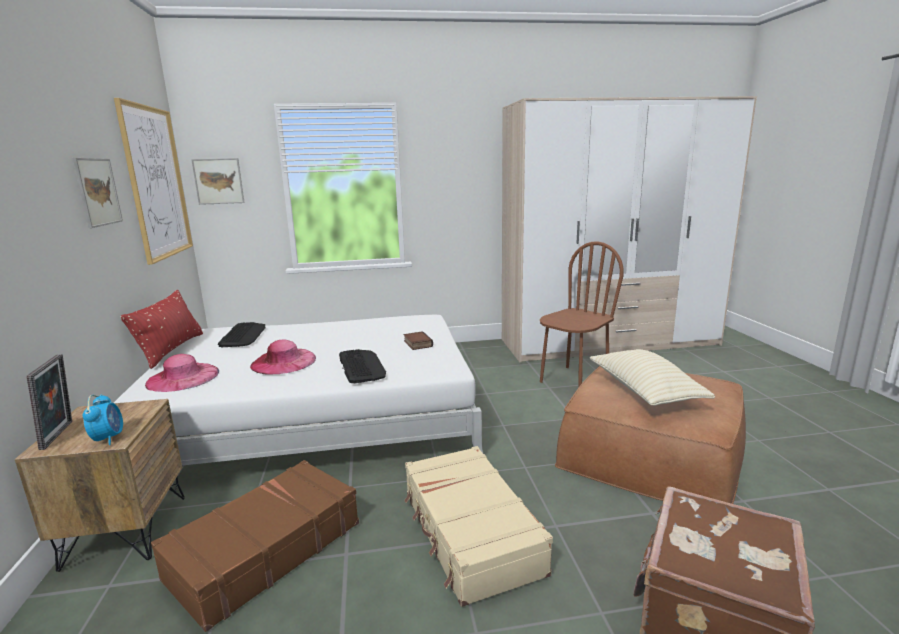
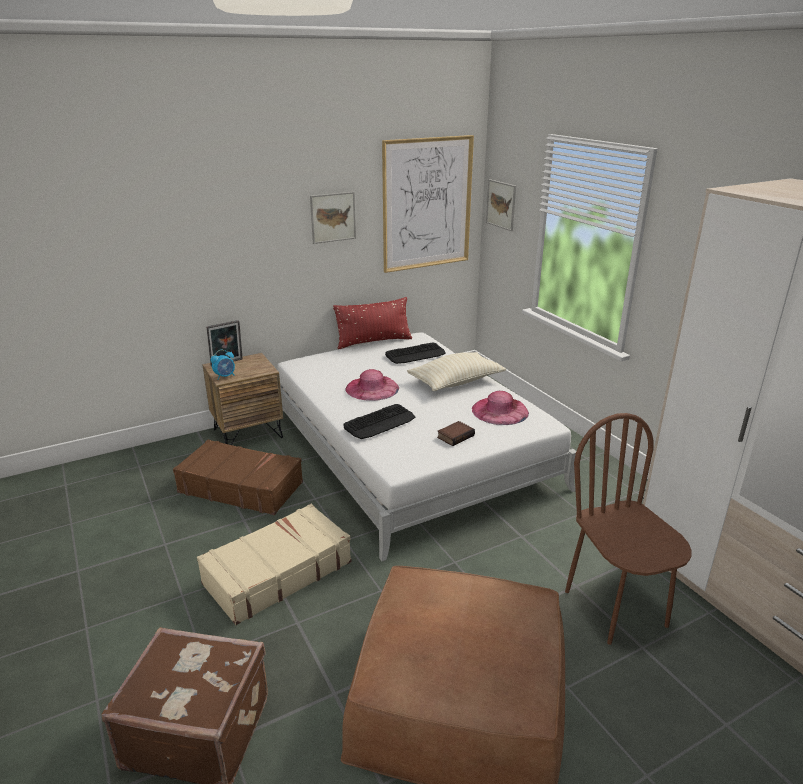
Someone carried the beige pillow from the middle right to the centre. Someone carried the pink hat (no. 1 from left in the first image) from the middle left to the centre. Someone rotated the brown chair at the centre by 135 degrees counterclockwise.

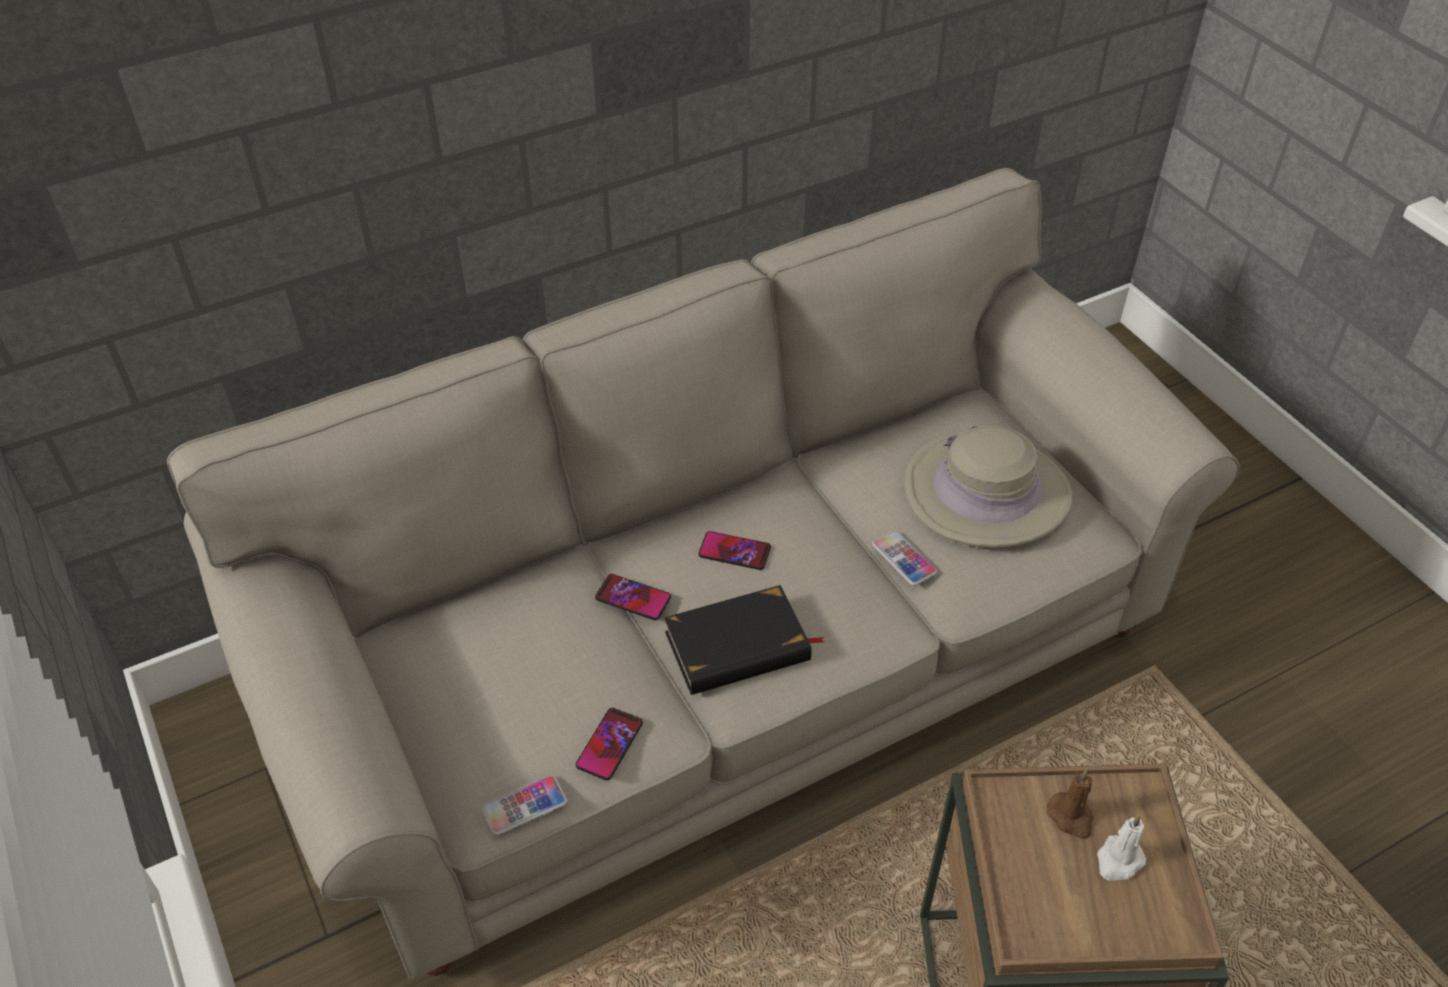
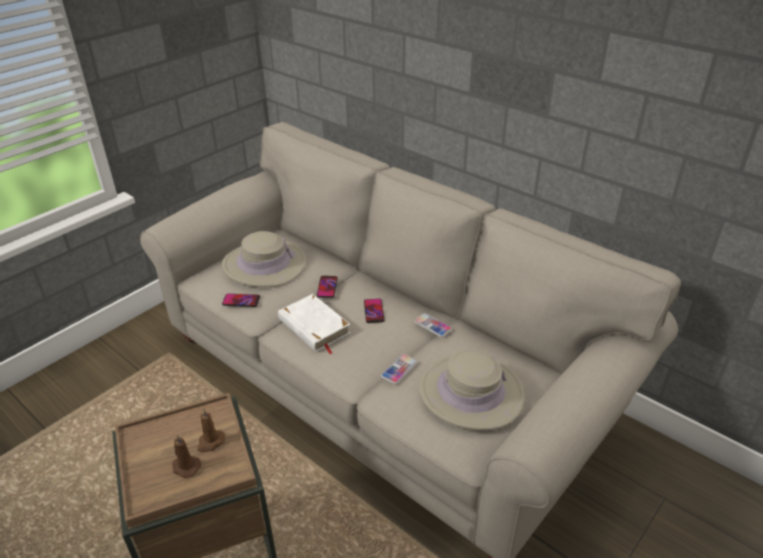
Someone repainted the white candle at the bottom right, which became the brown candle (no. 1 from left) at the bottom left. Someone put down the beige hat (no. 1 from left) at the centre. Someone repainted the black book at the centre, which became the white book at the centre. Someone carried the phone (no. 1 from left in the first image) from the bottom centre to the centre.

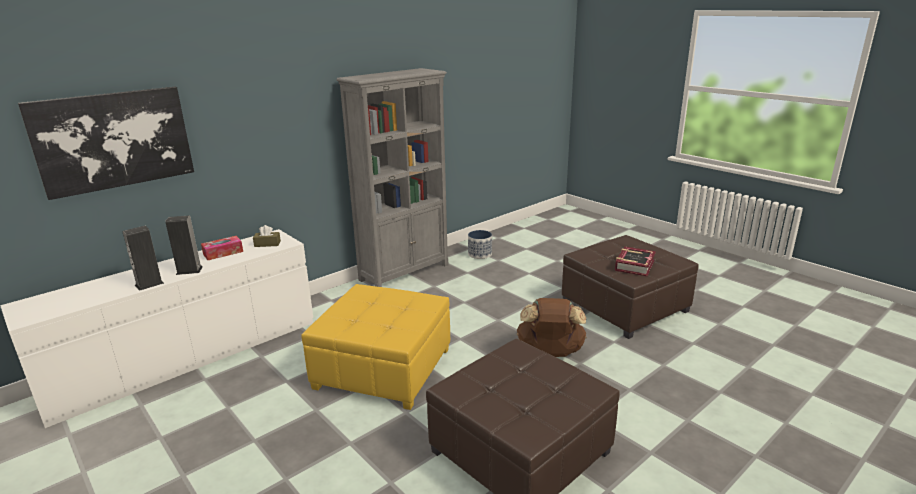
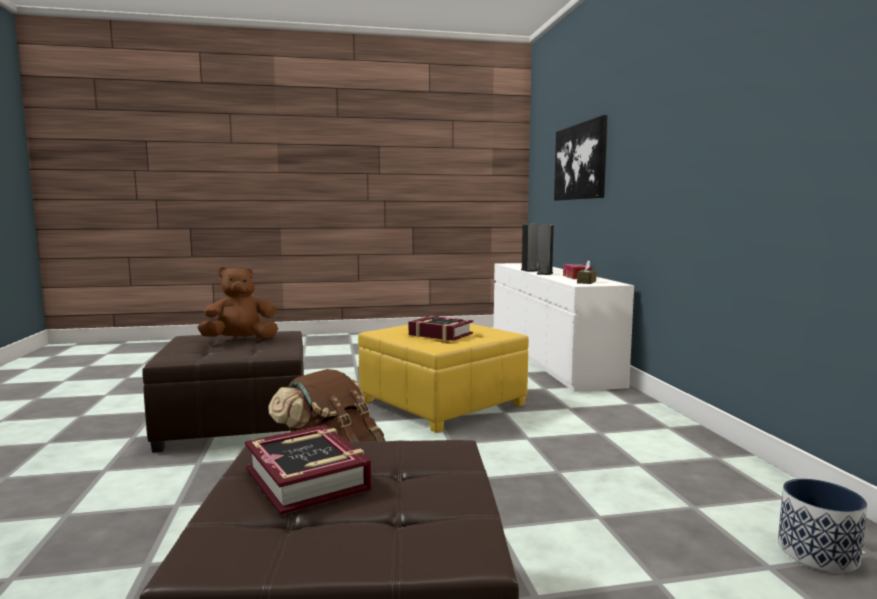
Someone put down the brown plush toy at the middle left. Someone put down the book (no. 2 from left) at the centre. Someone took away the grey bookcase at the centre.

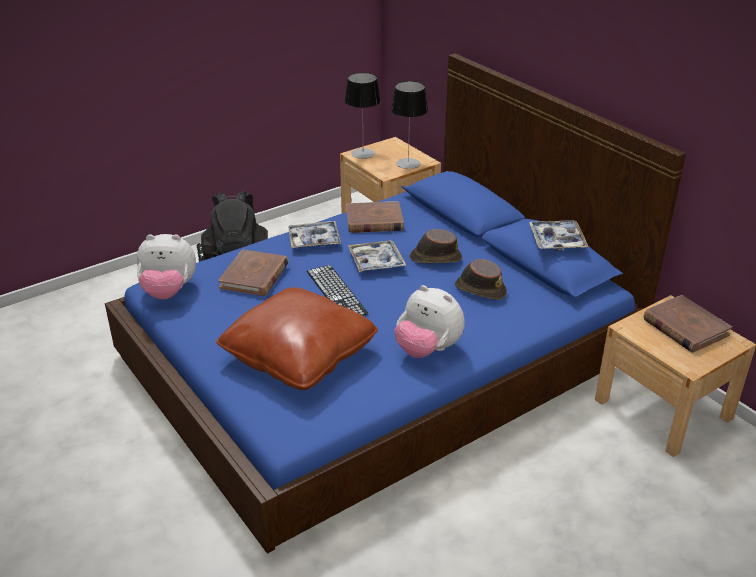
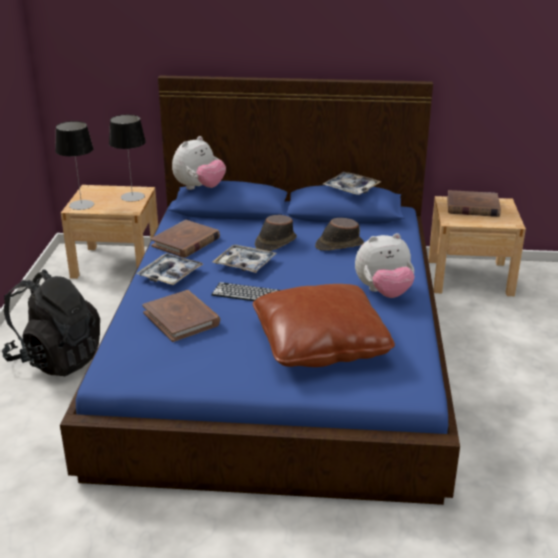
Someone carried the plush toy (no. 1 from left) from the middle left to the top centre.

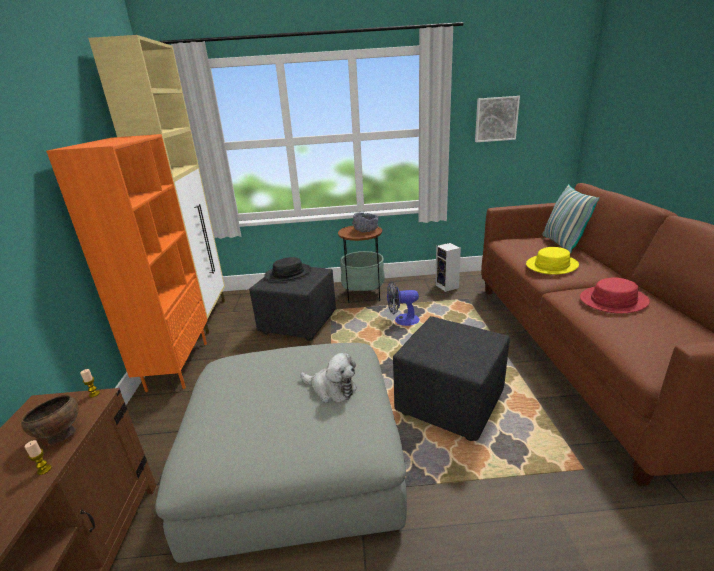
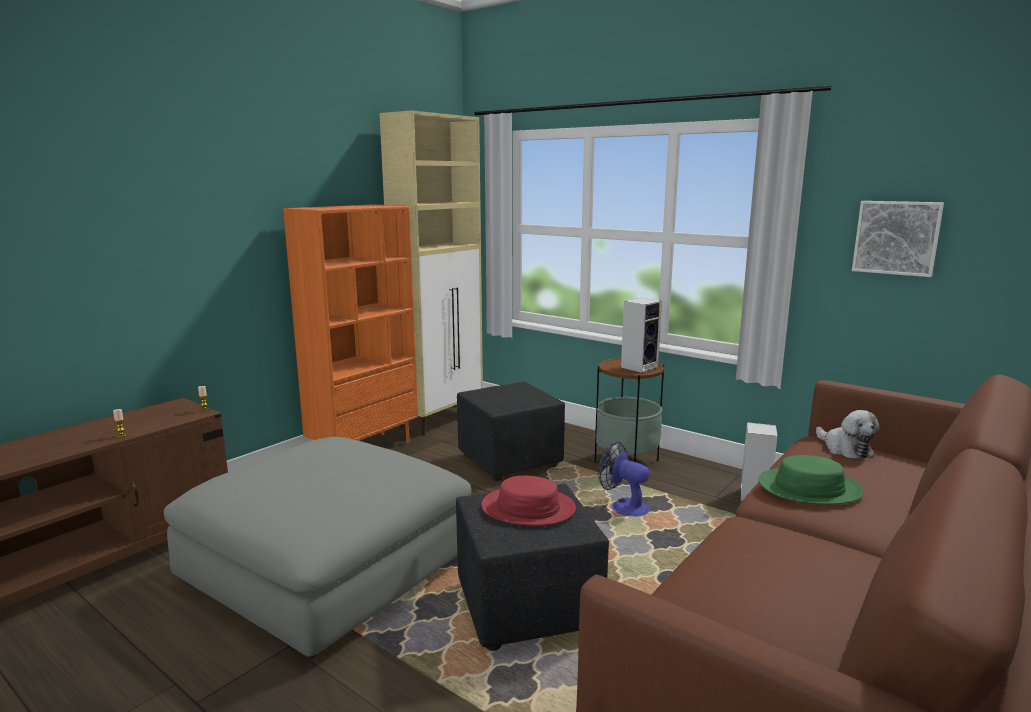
Someone carried the red hat from the middle right to the bottom centre. Someone swapped the grey bowl at the centre for the speaker (no. 1 from left) at the centre. Someone repainted the yellow hat at the middle right, which became the green hat at the bottom right. Someone carried the plush toy from the centre to the middle right. Someone took away the brown bowl at the bottom left. Someone took away the black hat at the centre. Someone took away the pillow at the middle right.

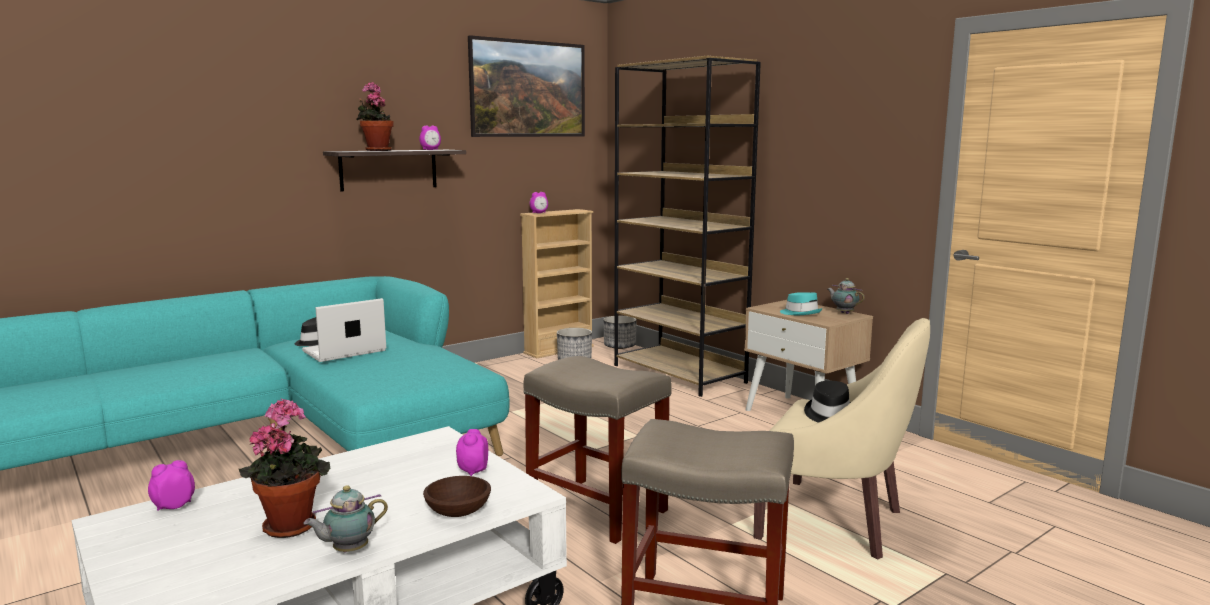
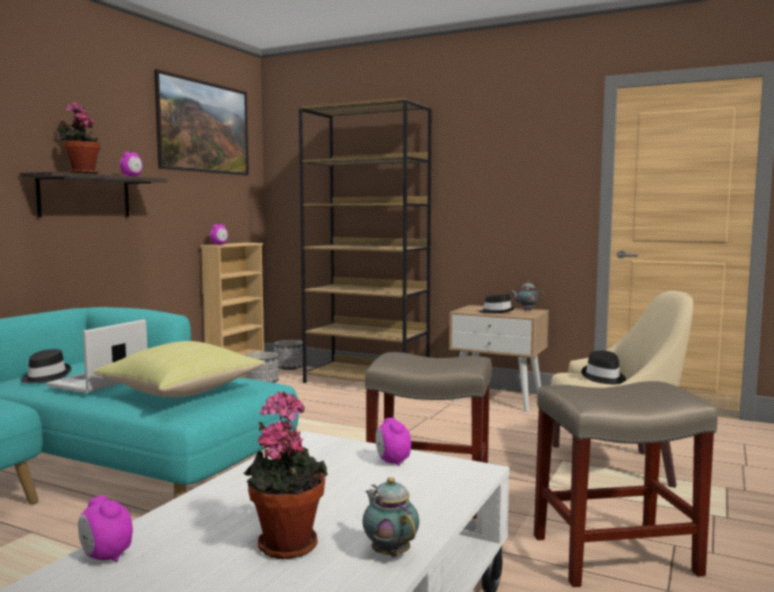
Someone rotated the alarm clock (no. 1 from left) at the bottom left by 75 degrees counterclockwise. Someone put down the yellow pillow at the middle left. Someone rotated the teapot (no. 1 from left) at the bottom left by 120 degrees clockwise. Someone repainted the turquoise hat at the centre, which became the black hat (no. 2 from left) at the centre. Someone took away the brown bowl at the bottom centre.

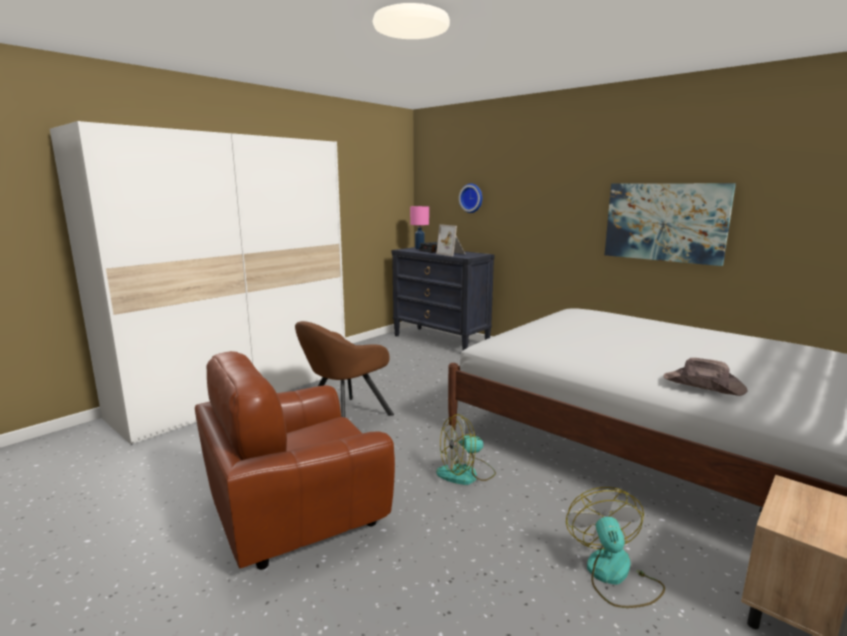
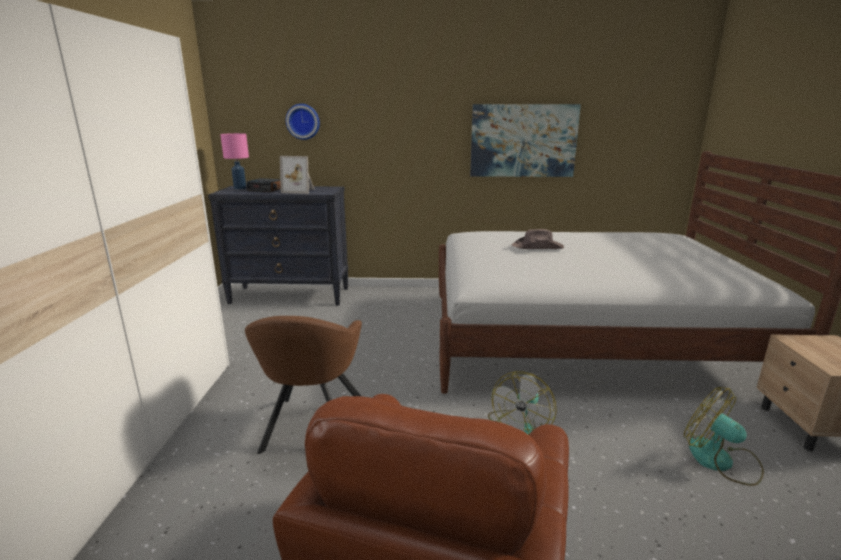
Someone carried the brown hat from the middle right to the centre.

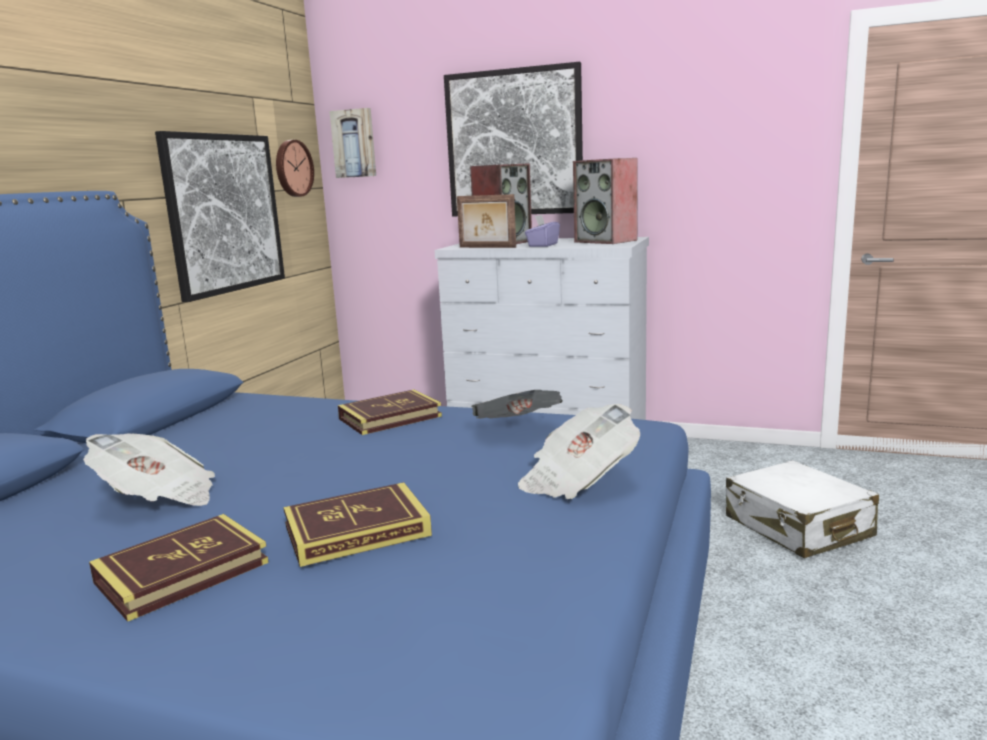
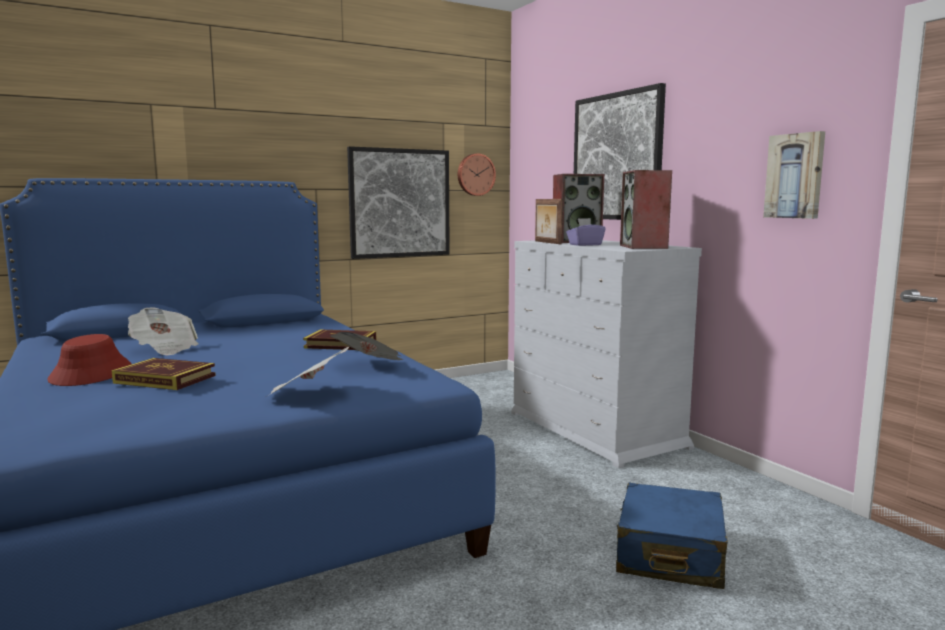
Someone swapped the book (no. 1 from left) at the bottom left for the red hat at the middle left. Someone repainted the white suitcase at the bottom right, which became the blue suitcase at the bottom right. Someone carried the picture (no. 2 from left in the first image) from the top centre to the top right.

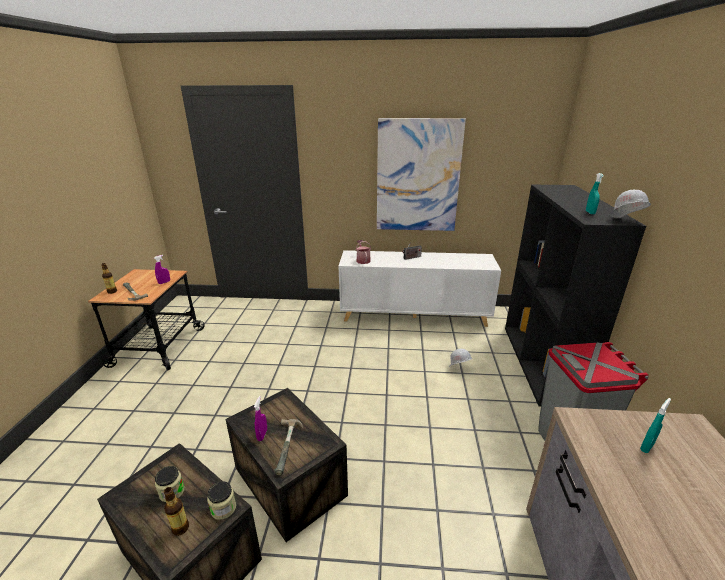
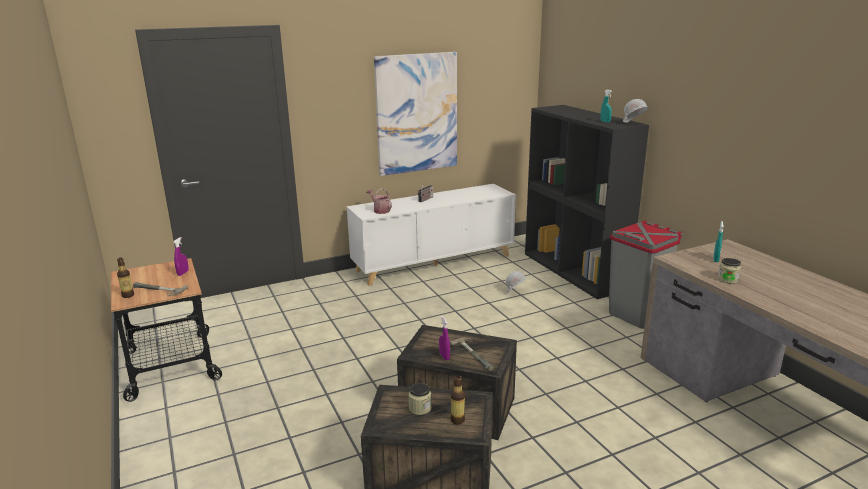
Someone carried the jar (no. 2 from left) from the bottom left to the middle right.

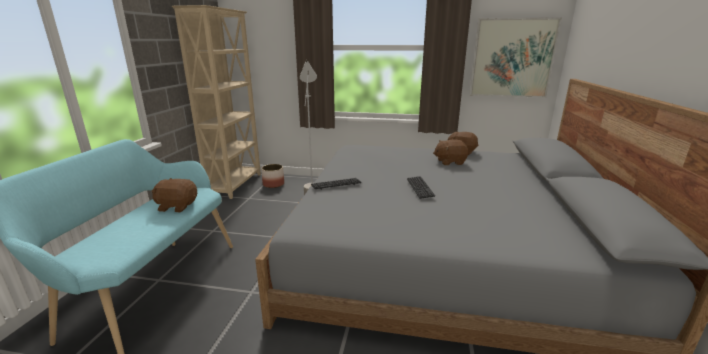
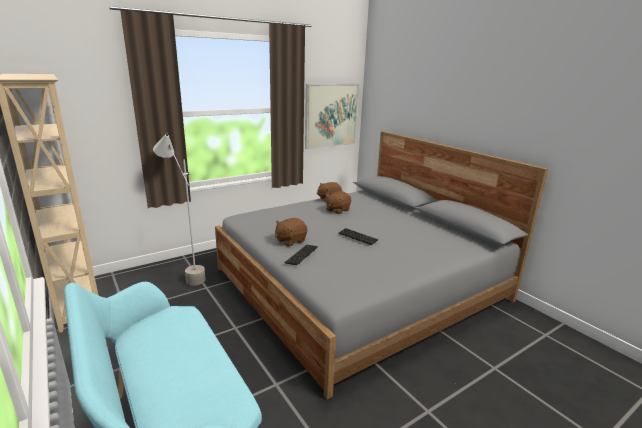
Someone carried the brown plush toy (no. 1 from left) from the middle left to the centre. Someone took away the planter at the centre.

